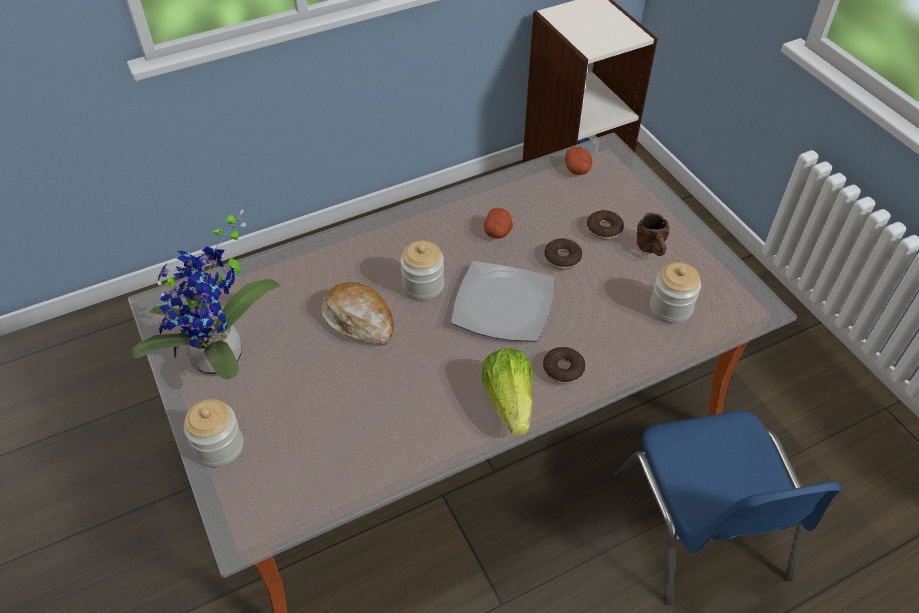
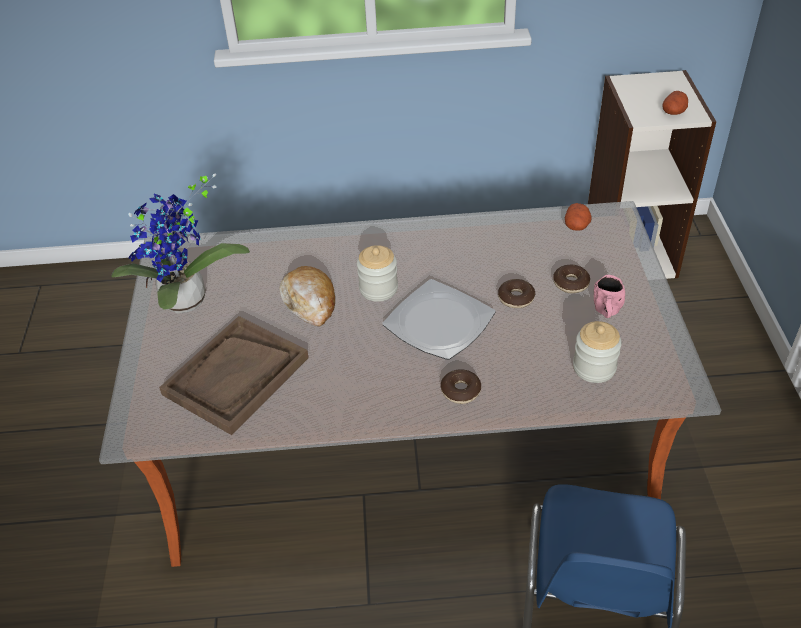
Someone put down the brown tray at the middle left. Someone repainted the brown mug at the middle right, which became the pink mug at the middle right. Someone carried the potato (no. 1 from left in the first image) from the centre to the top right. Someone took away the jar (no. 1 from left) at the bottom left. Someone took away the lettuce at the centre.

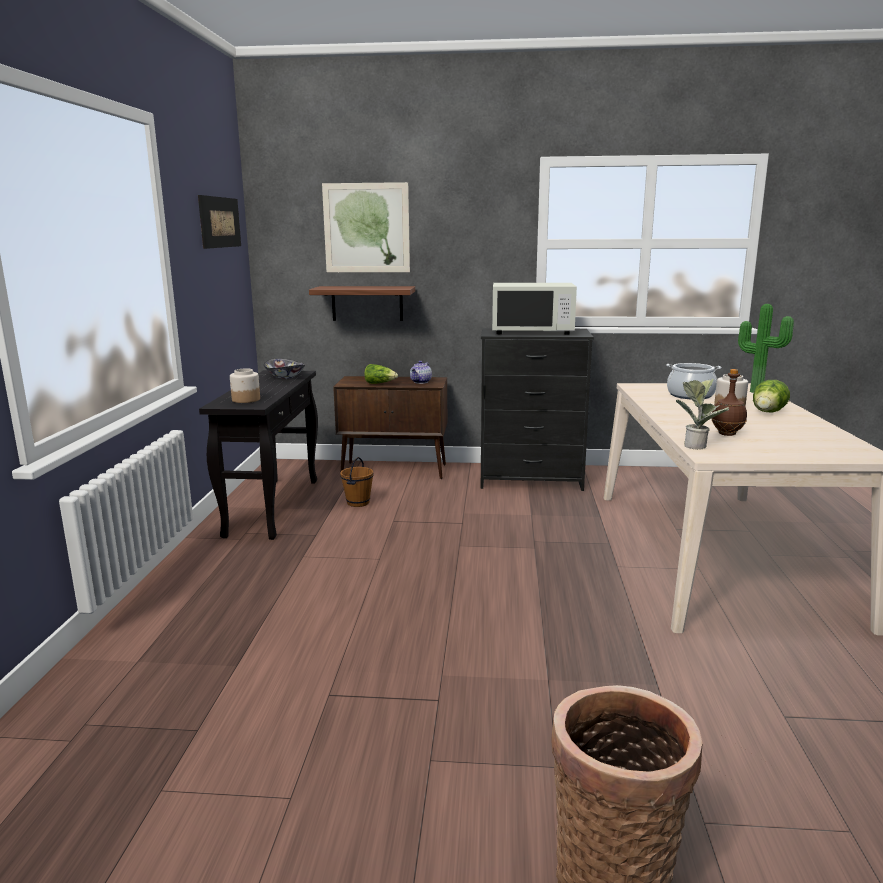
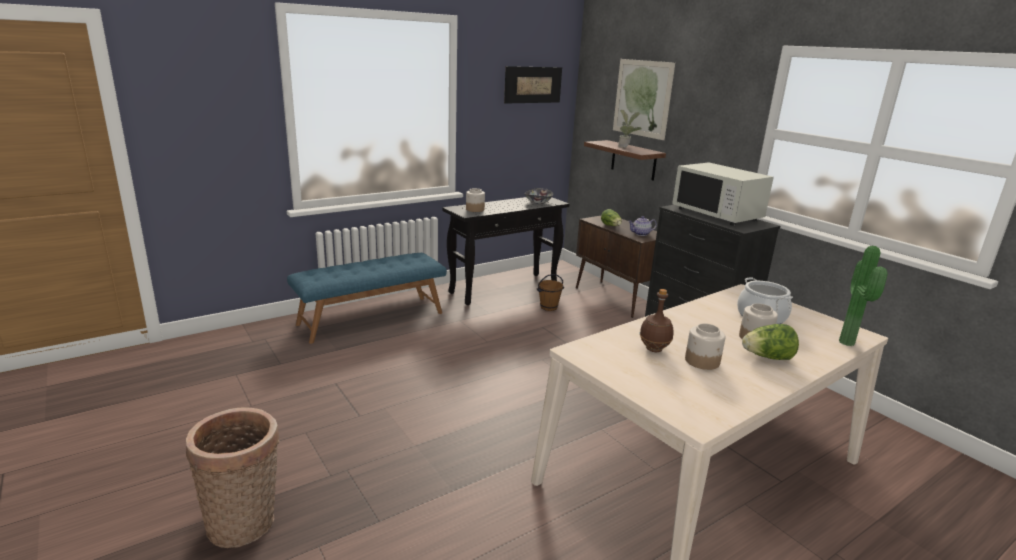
Someone put down the blue bench at the centre. Someone carried the potted plant (no. 1 from left) from the middle right to the top centre. Someone put down the jar (no. 2 from left) at the middle right.

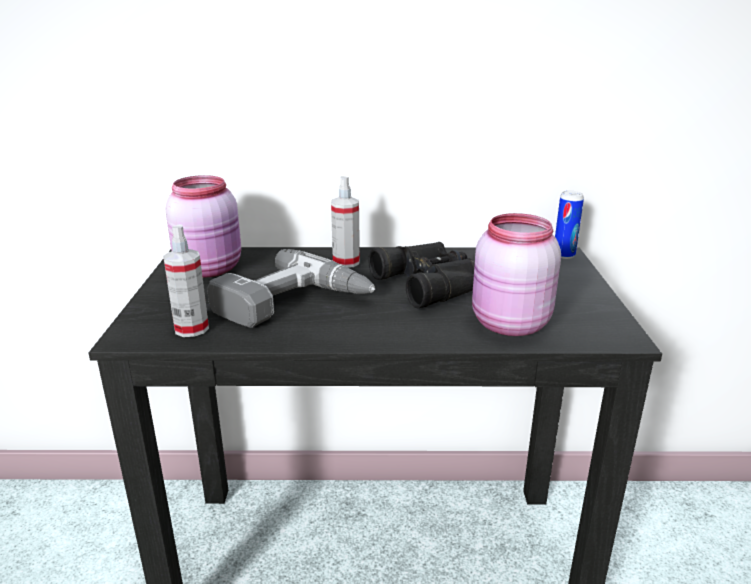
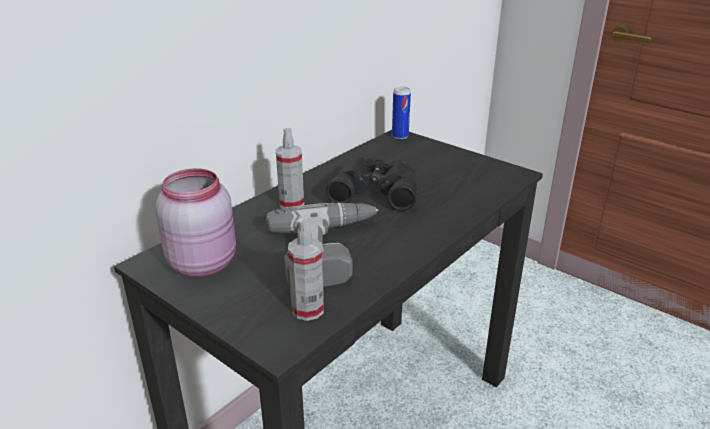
Someone took away the pink jar (no. 2 from left) at the middle right.

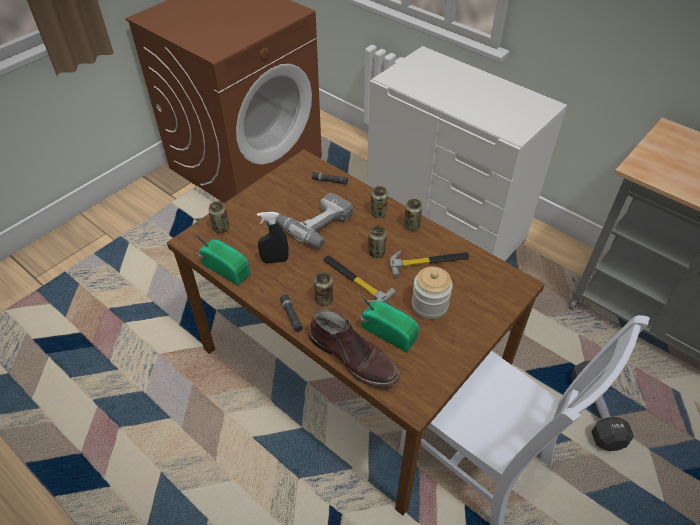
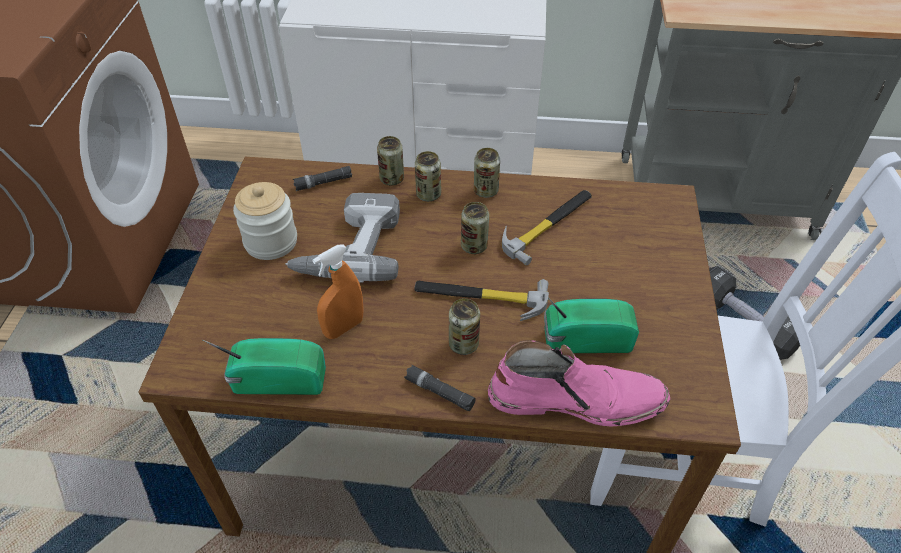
Someone carried the jar from the centre to the middle left. Someone repainted the black spray bottle at the centre, which became the orange spray bottle at the centre. Someone carried the can (no. 1 from left) from the middle left to the top centre. Someone repainted the brown boot at the centre, which became the pink boot at the bottom centre.

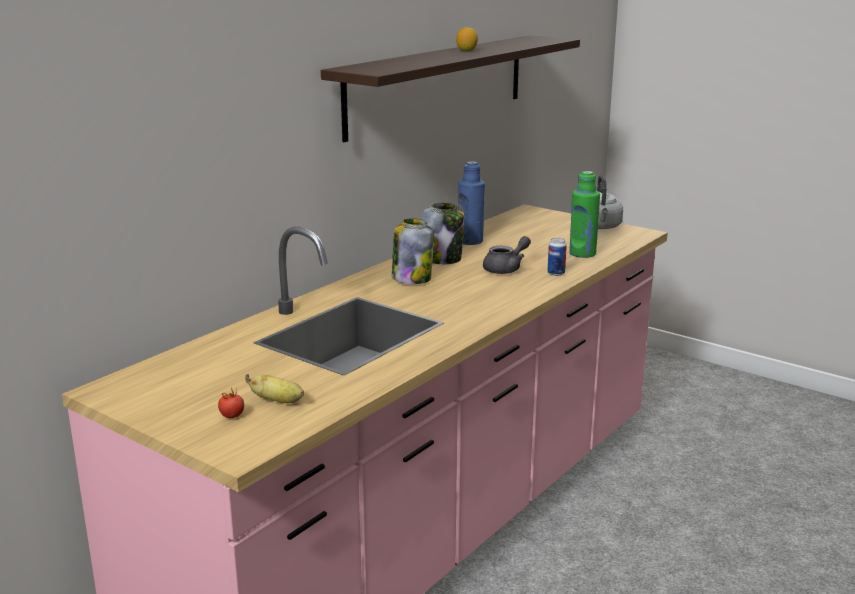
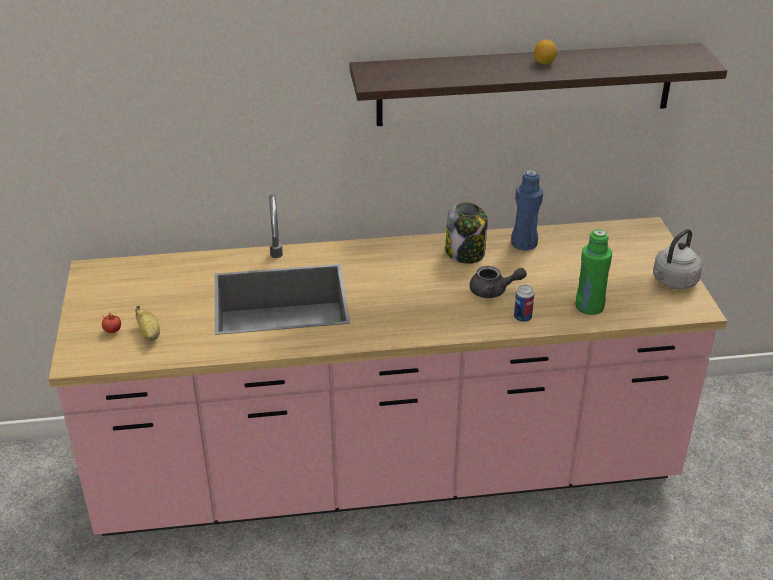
Someone took away the jar (no. 1 from left) at the centre.

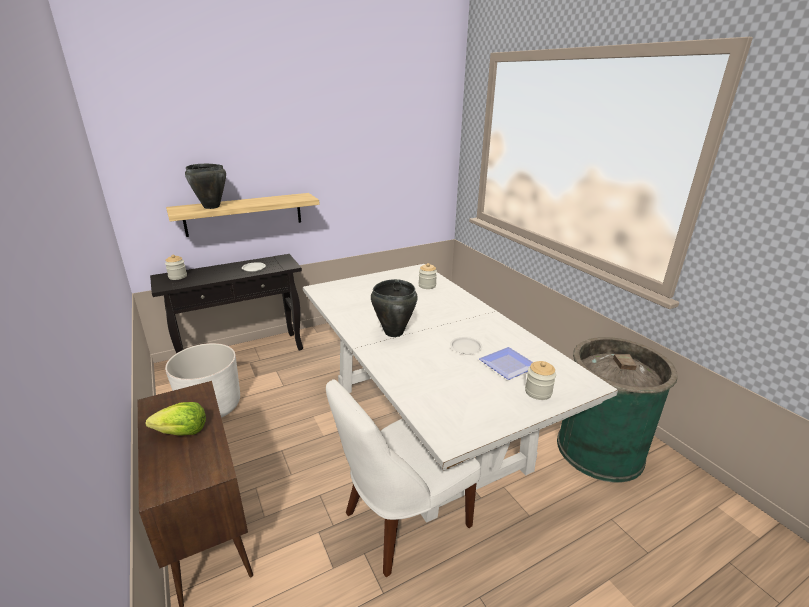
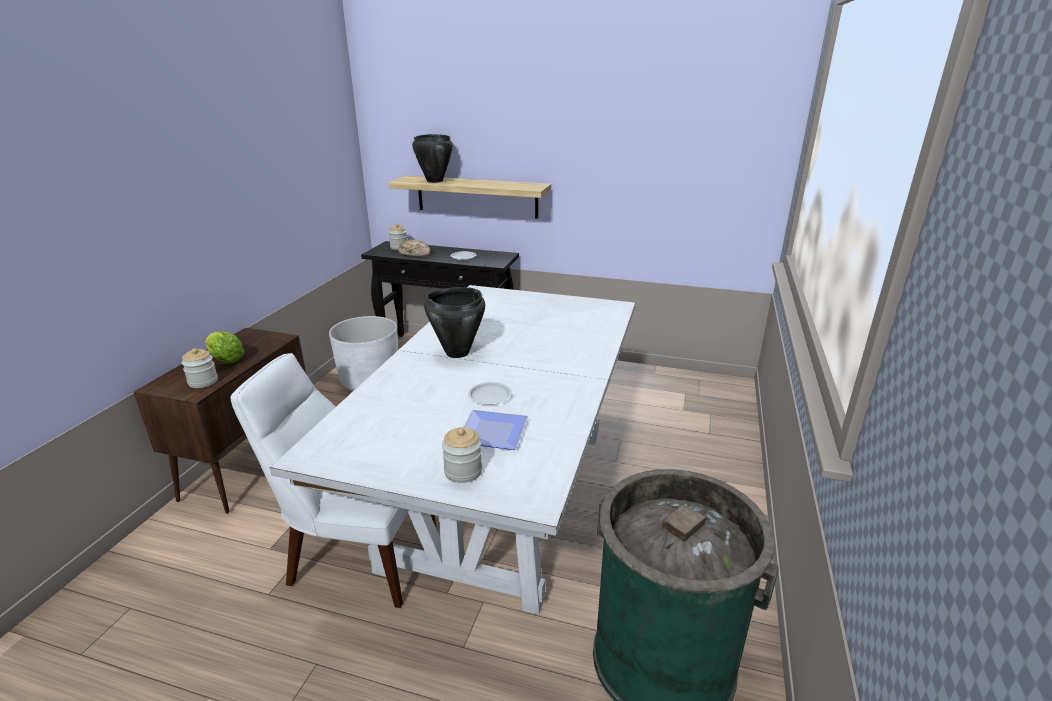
Someone carried the jar (no. 2 from left in the first image) from the centre to the middle left. Someone put down the bread at the centre.

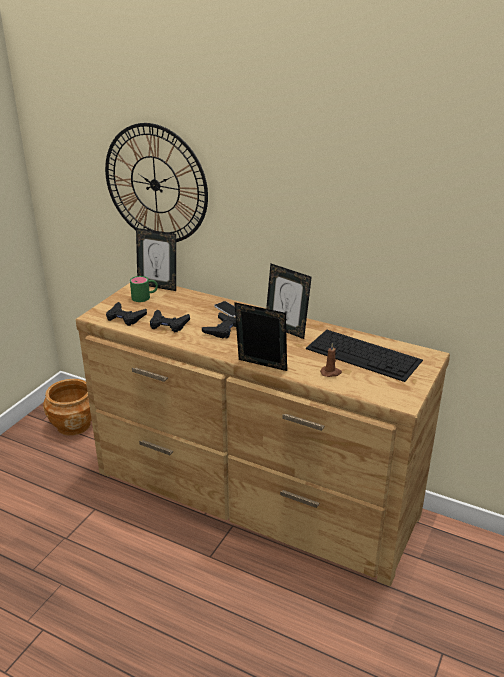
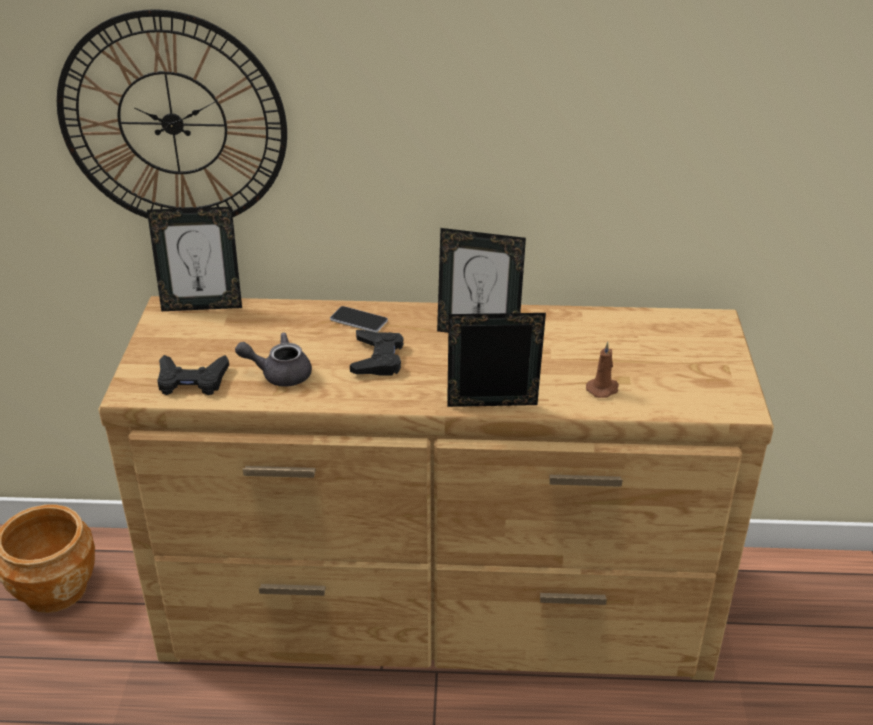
Someone swapped the black game controller (no. 2 from left) at the centre for the grey teapot at the middle left. Someone took away the green mug at the middle left. Someone took away the keyboard at the middle right.

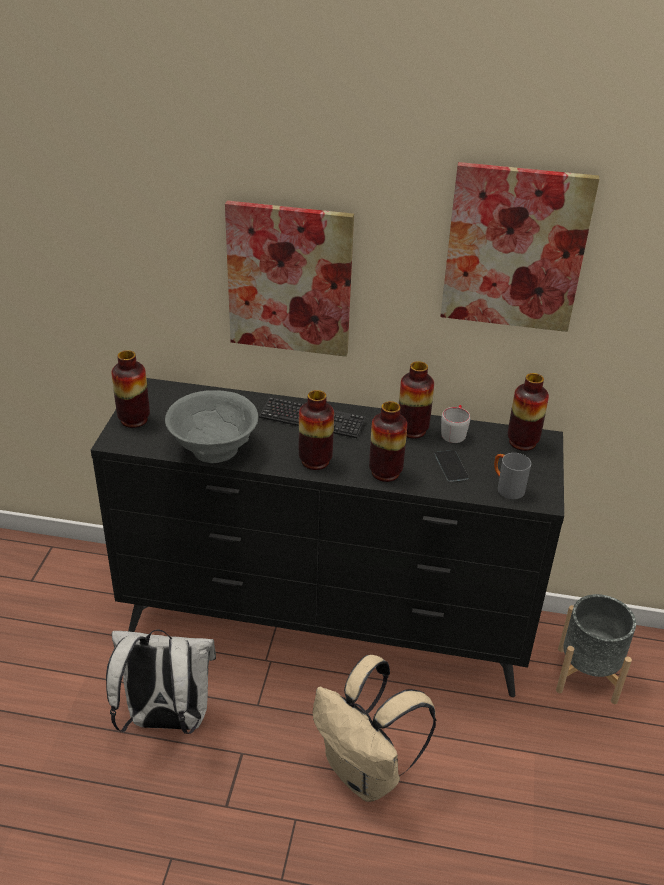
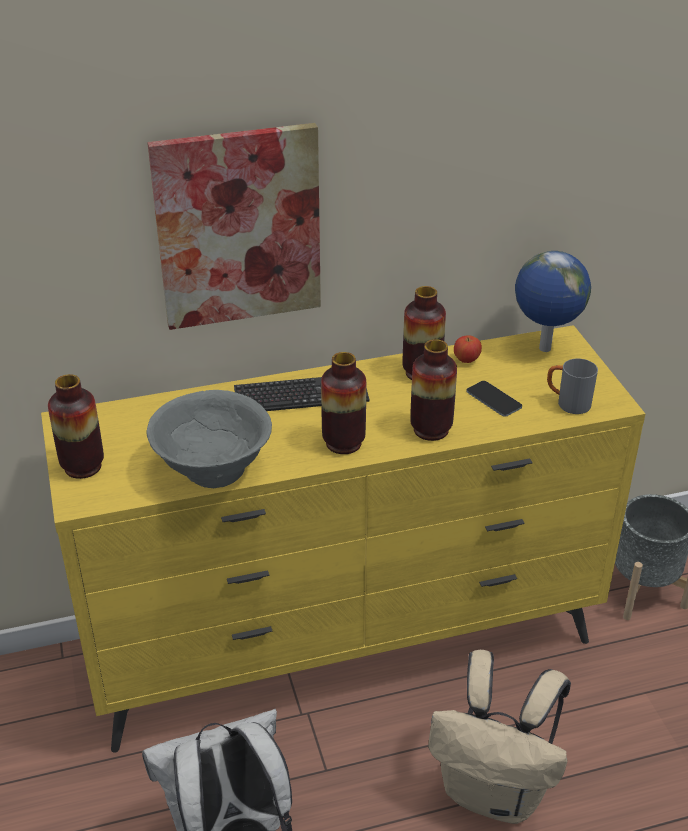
Someone repainted the black dresser at the centre, which became the yellow dresser at the centre. Someone swapped the grey mug (no. 1 from left) at the middle right for the apple at the middle right. Someone swapped the vase (no. 5 from left) at the middle right for the globe at the middle right. Someone took away the picture (no. 2 from left) at the top right.

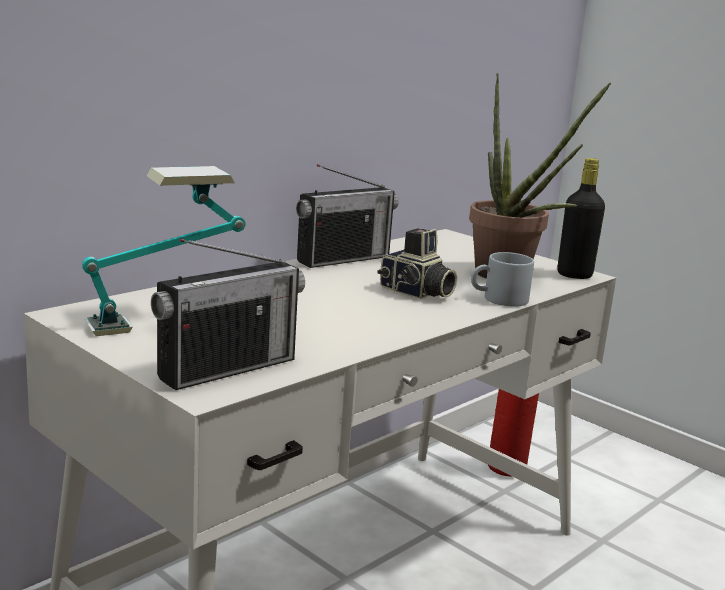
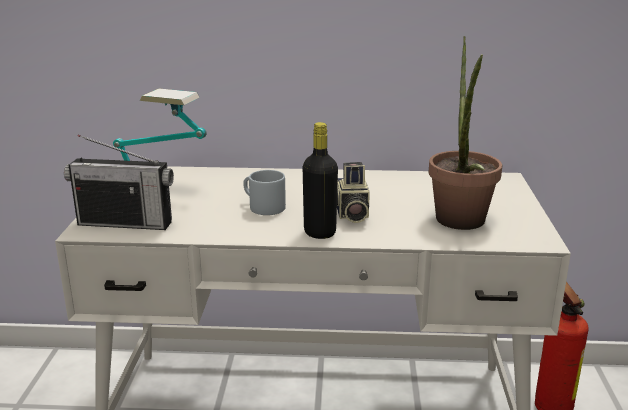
Someone carried the grey mug from the middle right to the centre. Someone carried the black bottle from the middle right to the centre. Someone took away the radio (no. 2 from left) at the centre.

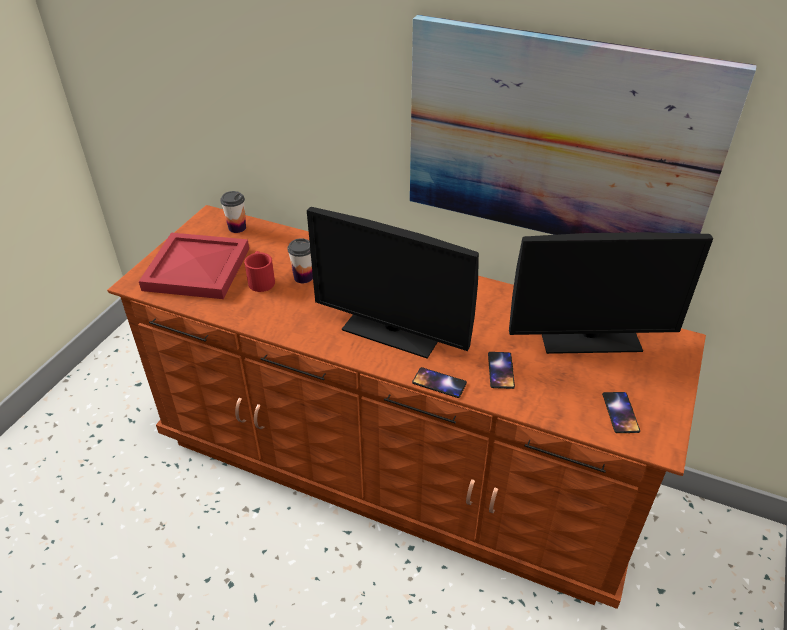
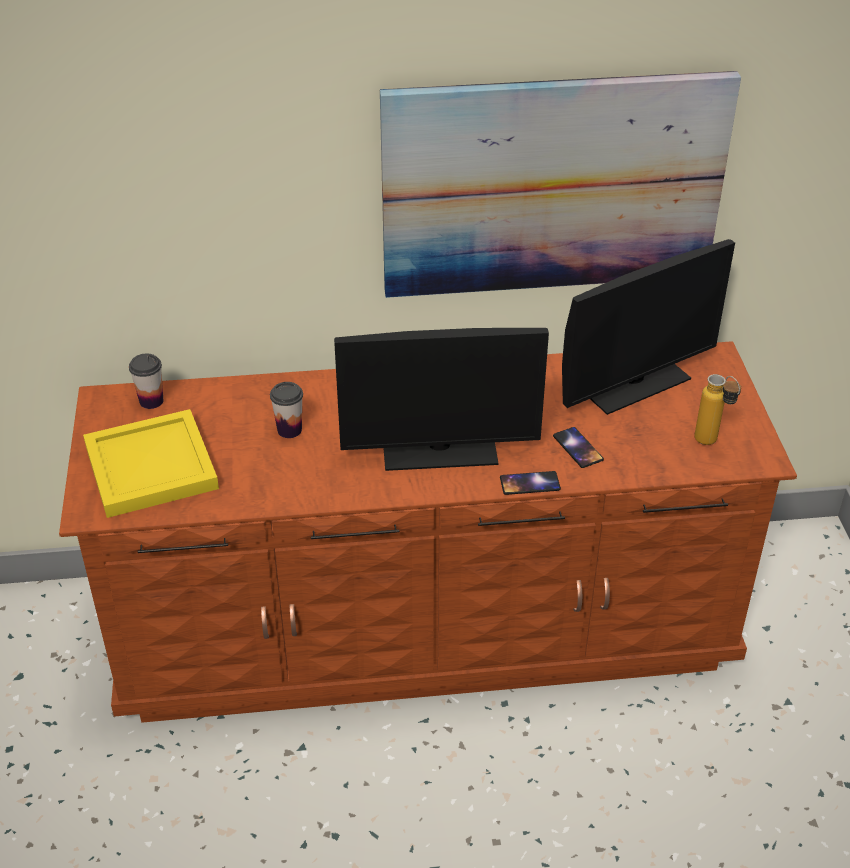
Someone repainted the red tray at the middle left, which became the yellow tray at the middle left. Someone swapped the phone (no. 3 from left) at the middle right for the bottle at the middle right. Someone took away the red mug at the middle left.

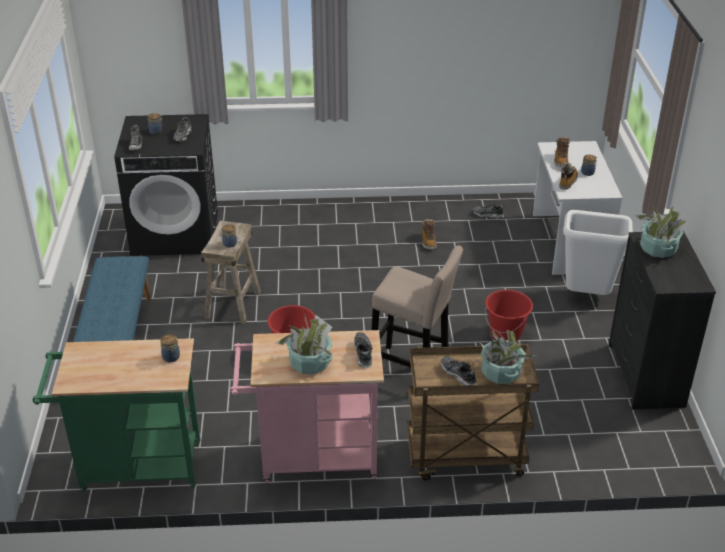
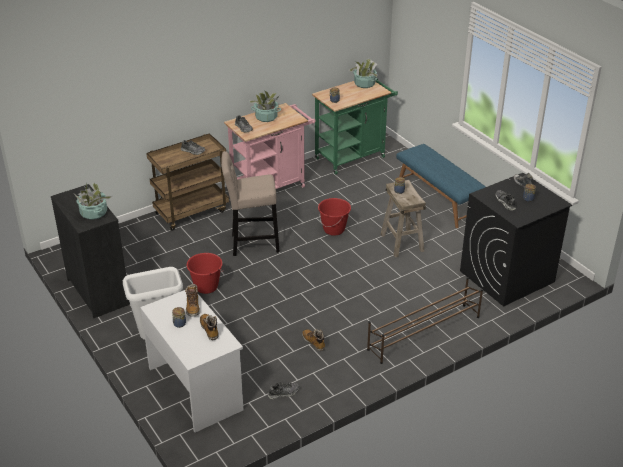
Someone carried the potted plant (no. 2 from left in the first image) from the middle right to the top centre. Someone put down the brown shoe rack at the bottom right.

